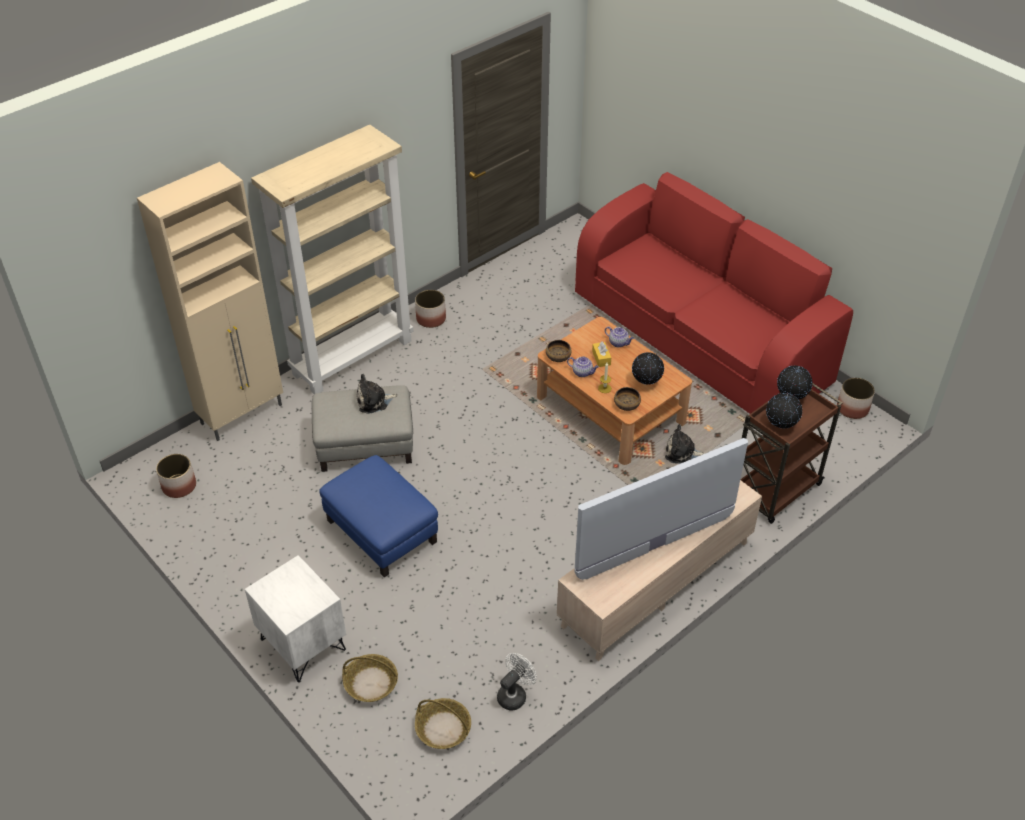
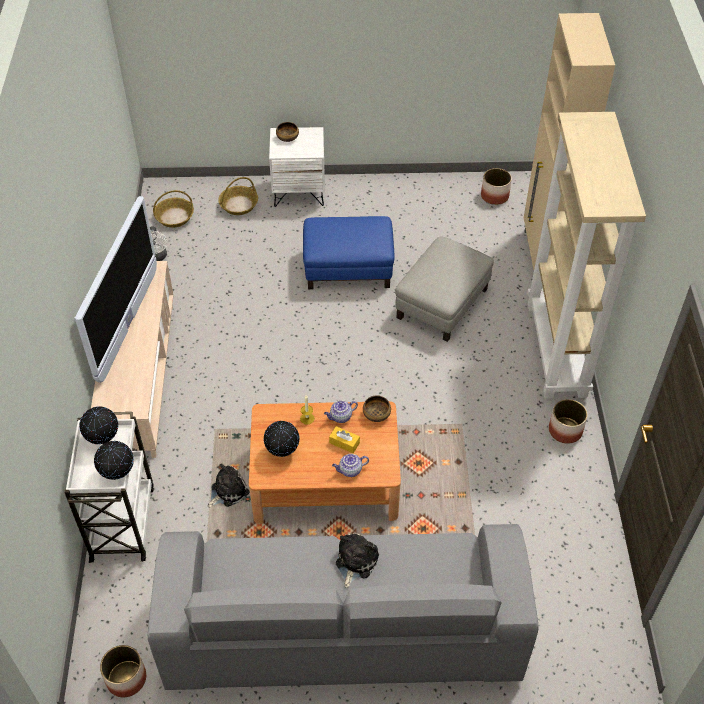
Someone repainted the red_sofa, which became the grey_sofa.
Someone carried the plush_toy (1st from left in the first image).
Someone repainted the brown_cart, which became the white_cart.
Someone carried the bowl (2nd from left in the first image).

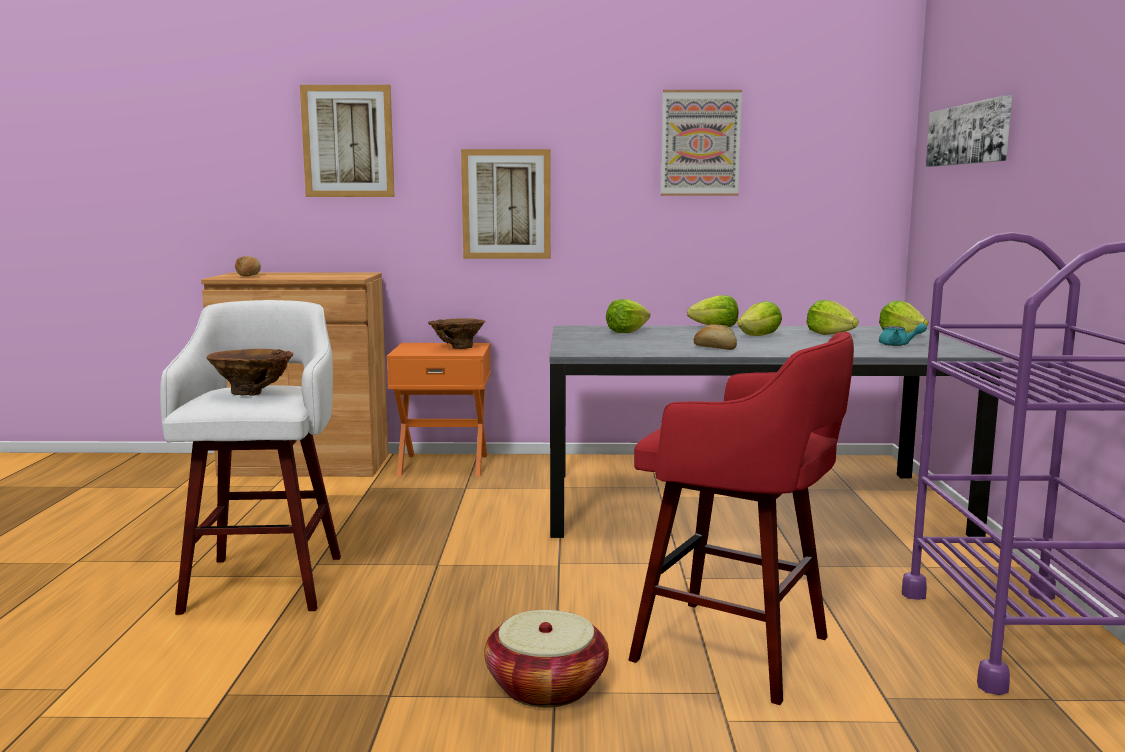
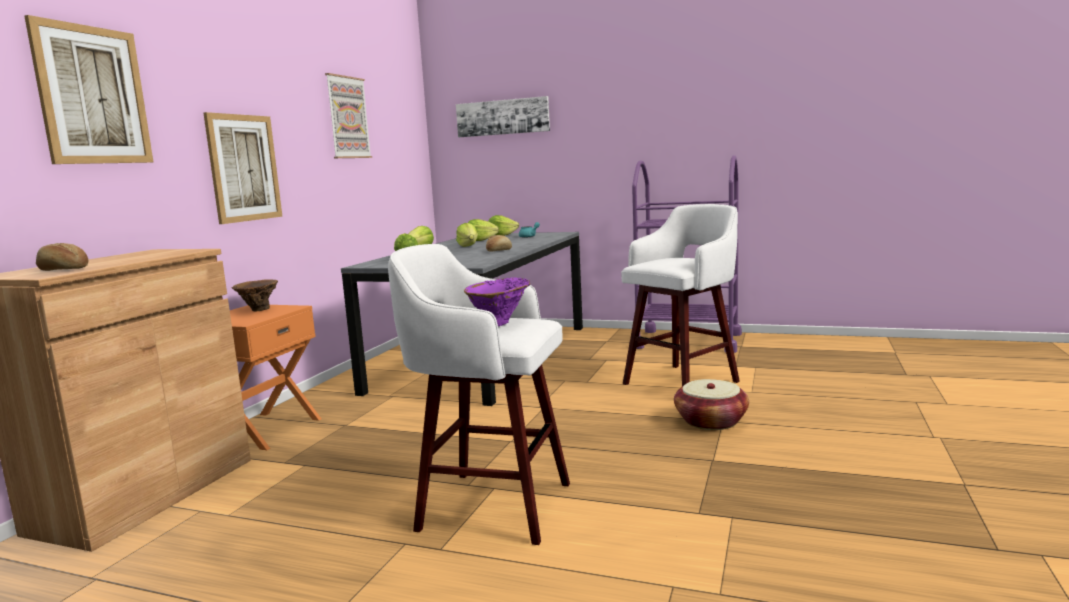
Someone repainted the red_stool, which became the white_stool (2nd from left).
Someone repainted the brown_vase (1st from left), which became the purple_vase.

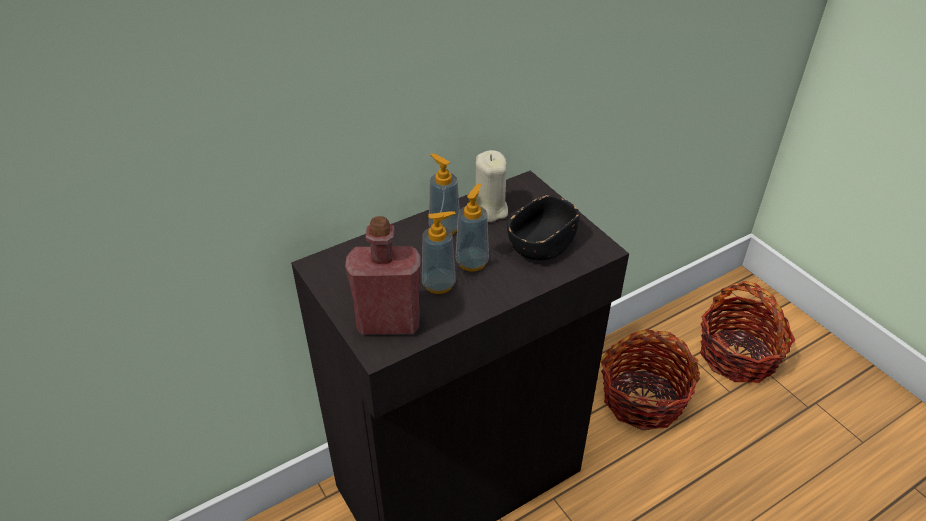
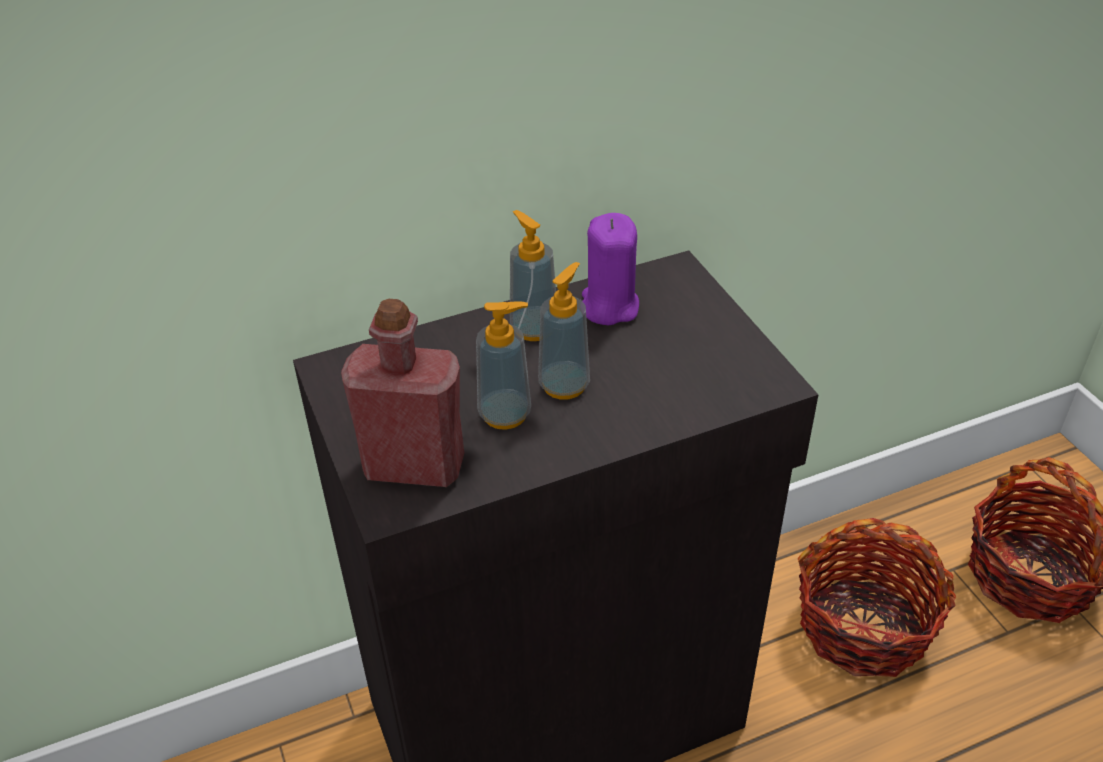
Someone repainted the beige_candle, which became the purple_candle.
Someone took away the black_bowl.

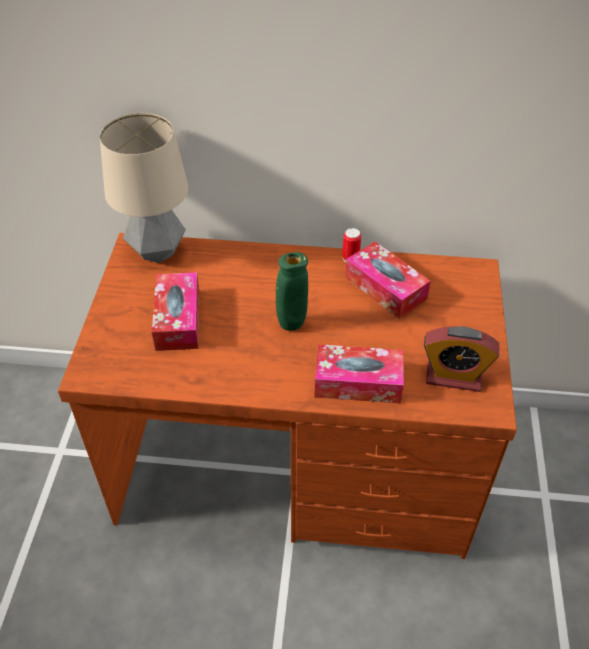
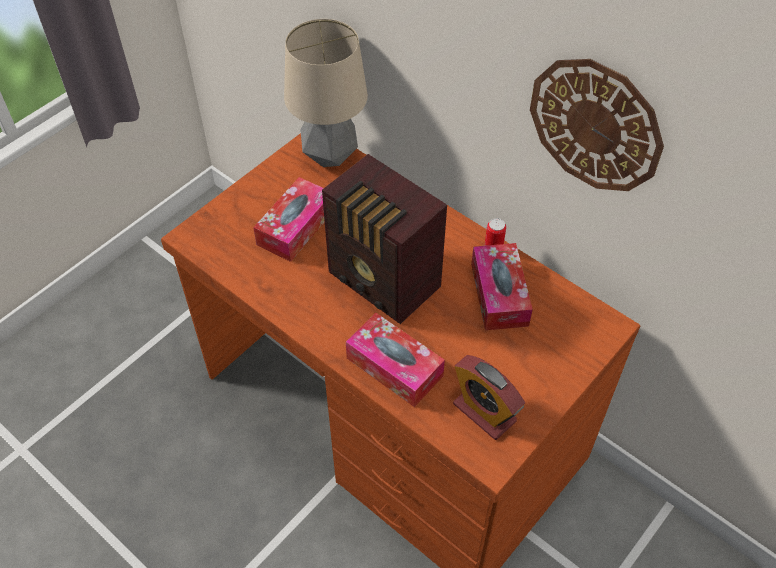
Someone swapped the green_vase for the radio.
Someone put up the wall_clock.

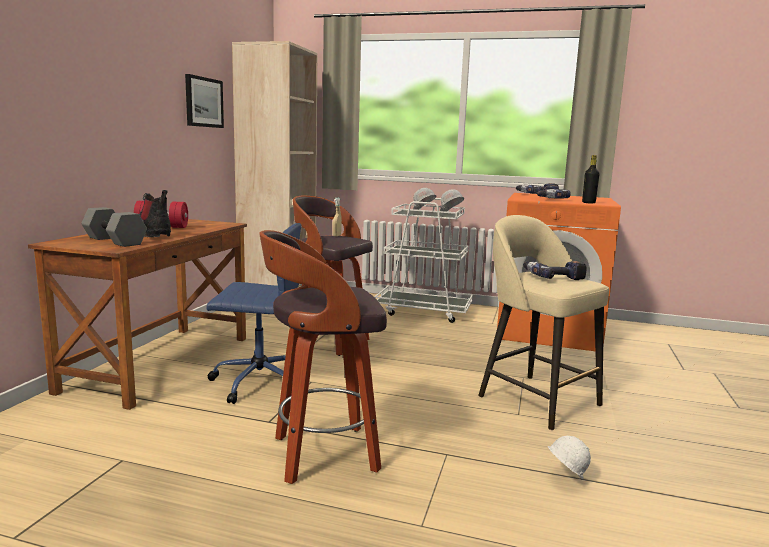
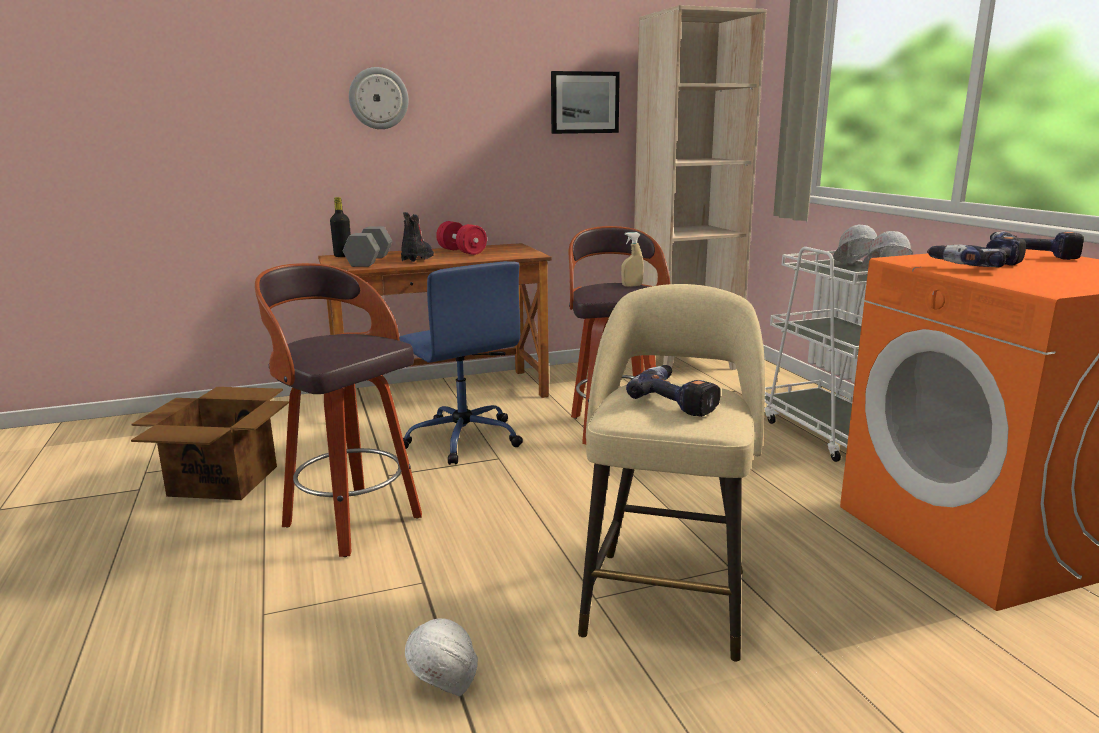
Someone carried the black_bottle.
Someone put up the wall_clock.
Someone put down the cardboard_box.

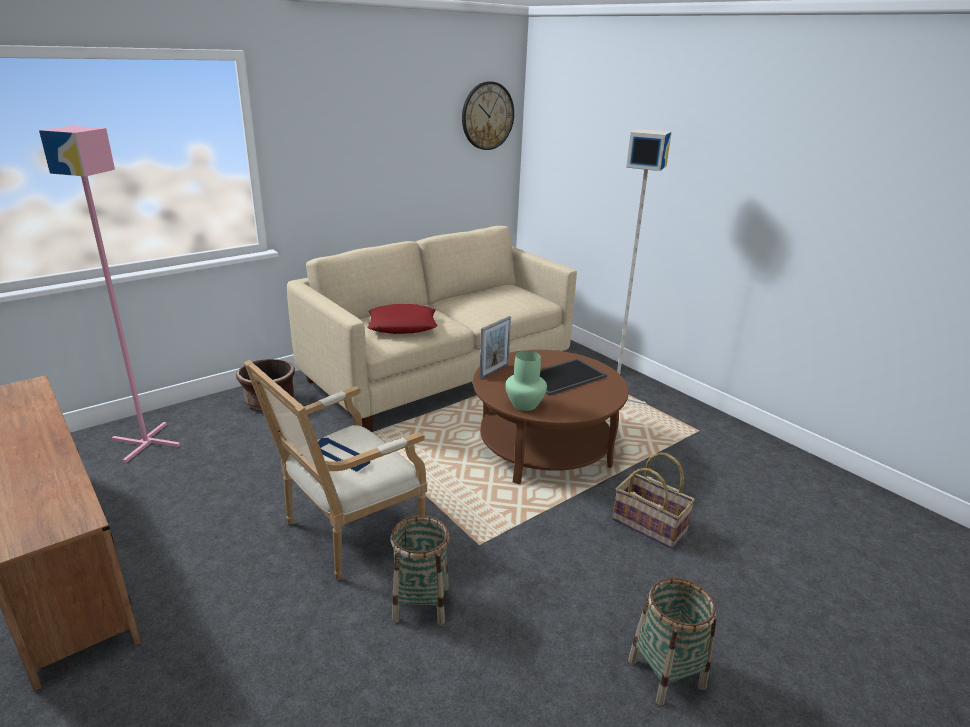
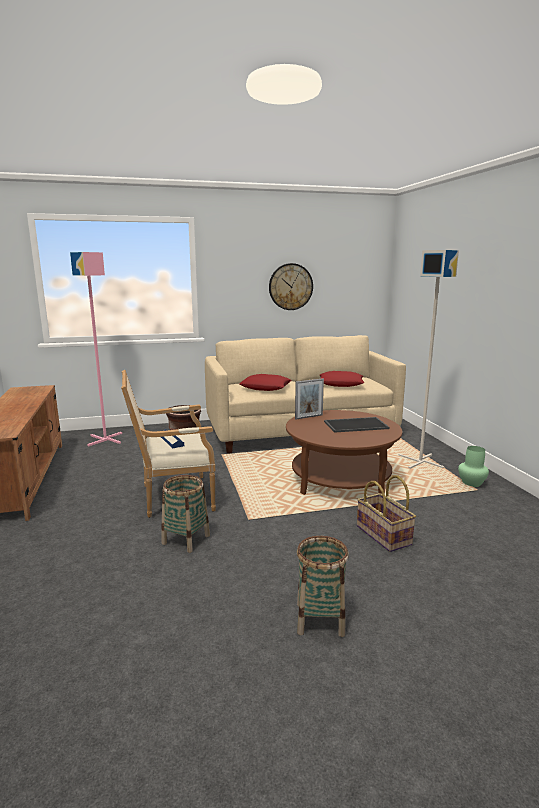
Someone carried the wall_clock.
Someone carried the green_vase.
Someone put down the red_pillow (2nd from left).

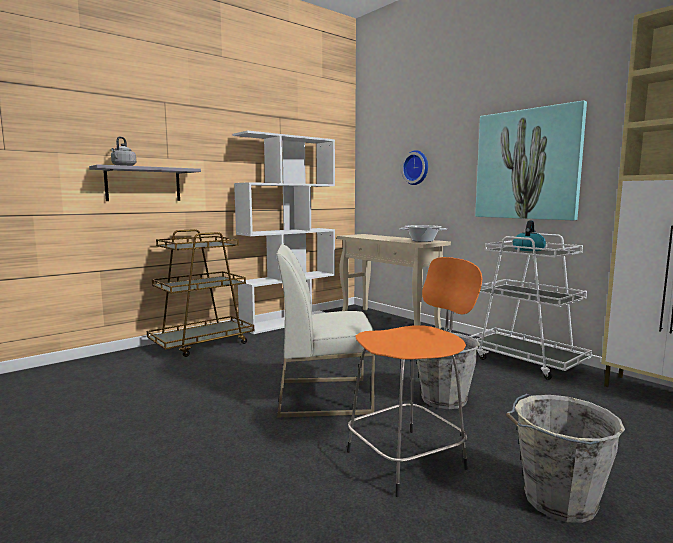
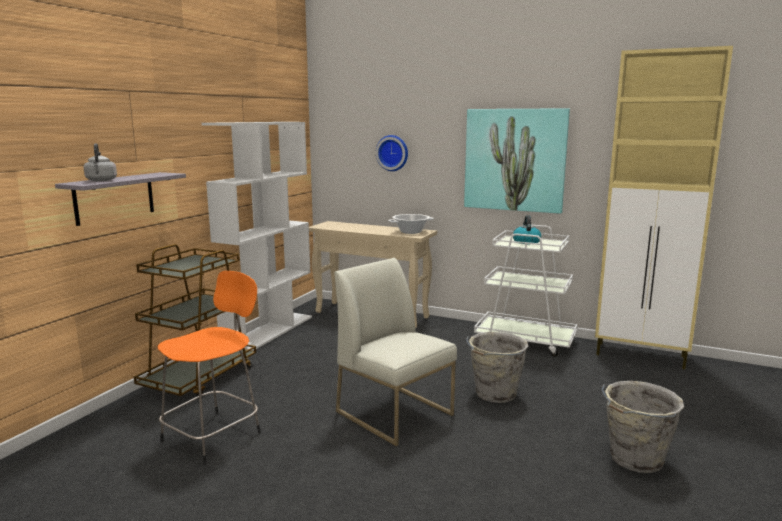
Someone rotated the white_chair by 75 degrees clockwise.
Someone carried the orange_stool.

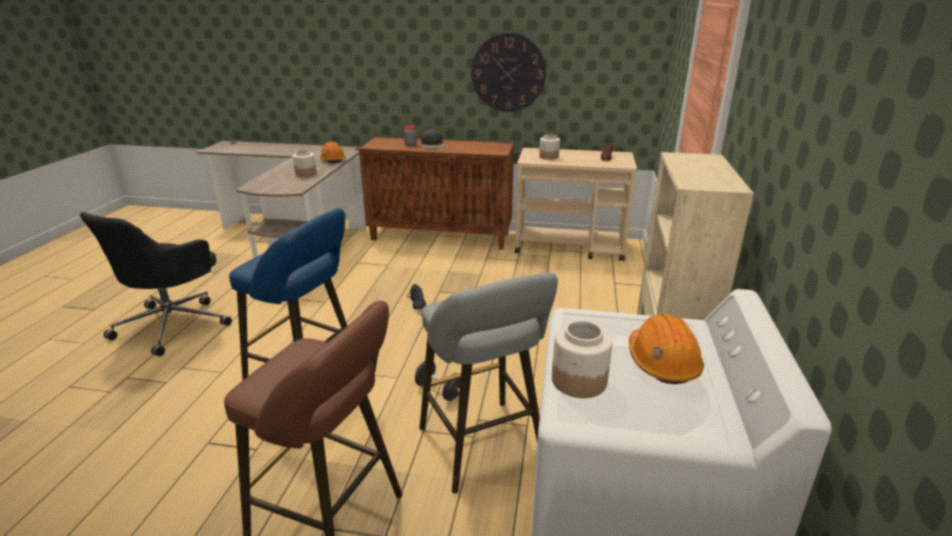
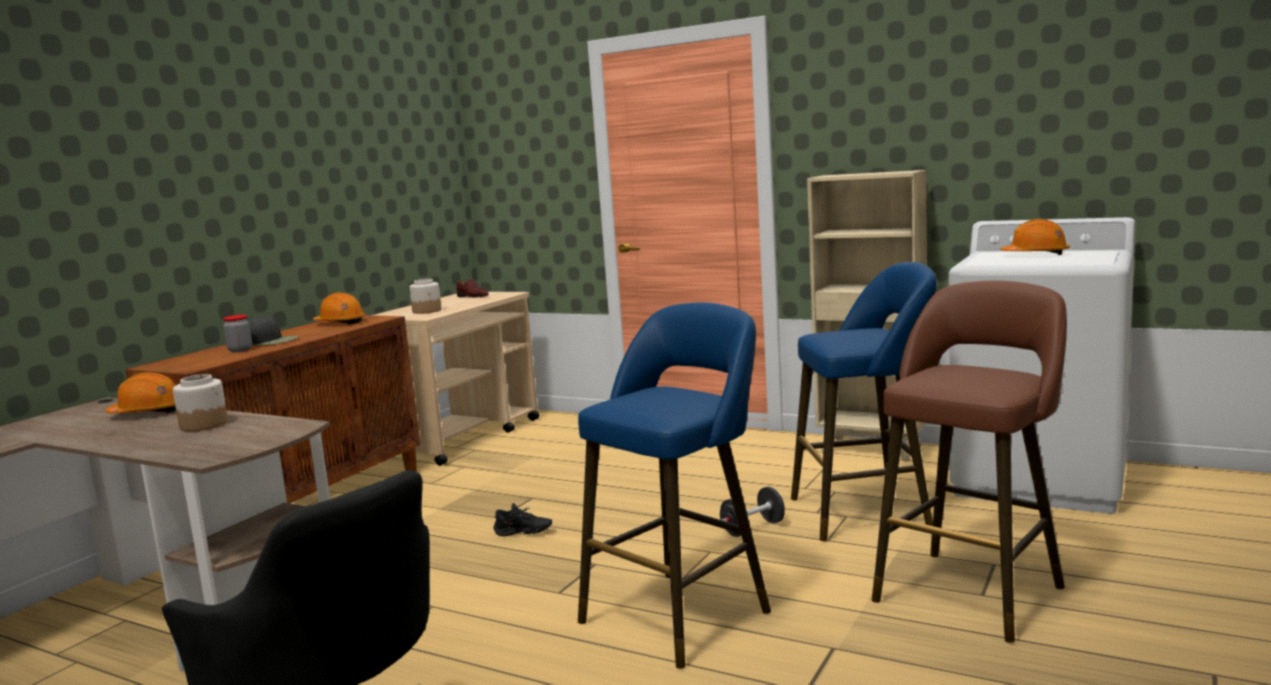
Someone took away the wall_clock.
Someone repainted the grey_stool, which became the blue_stool (2nd from left).
Someone took away the jar (4th from left).
Someone put down the orange_hard_hat (2nd from left).

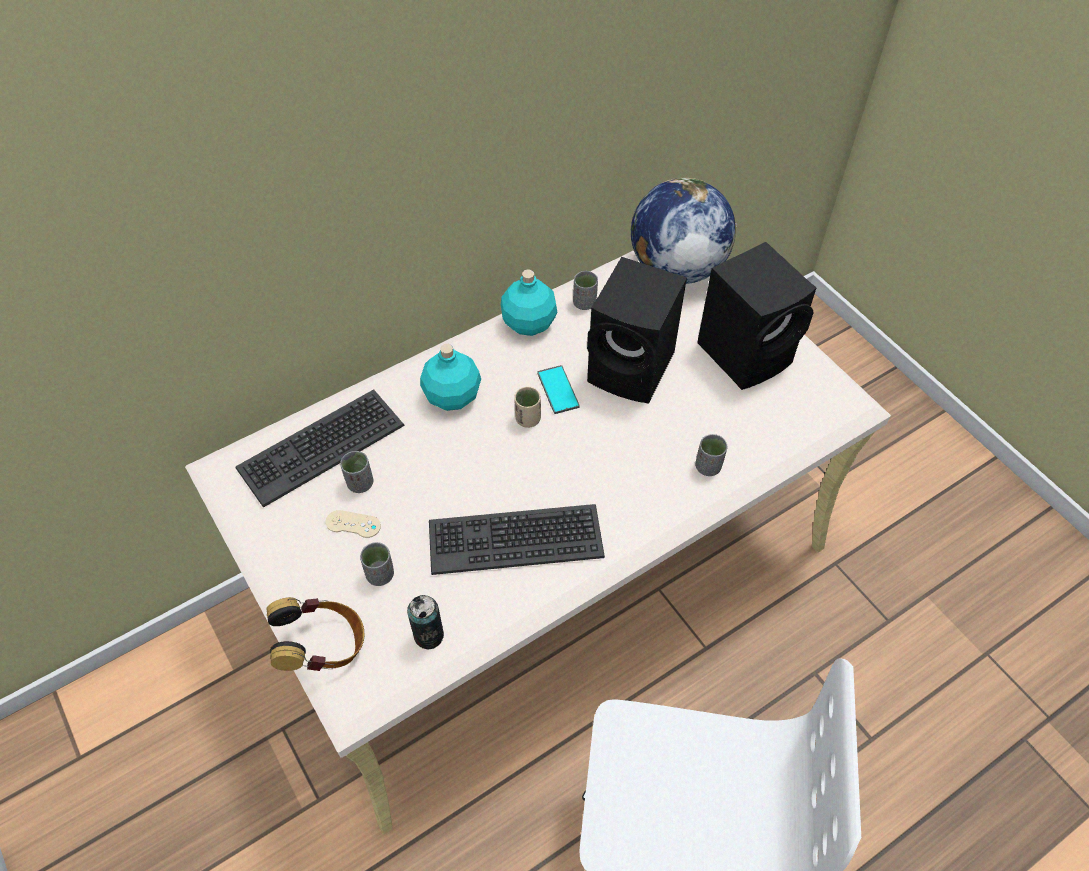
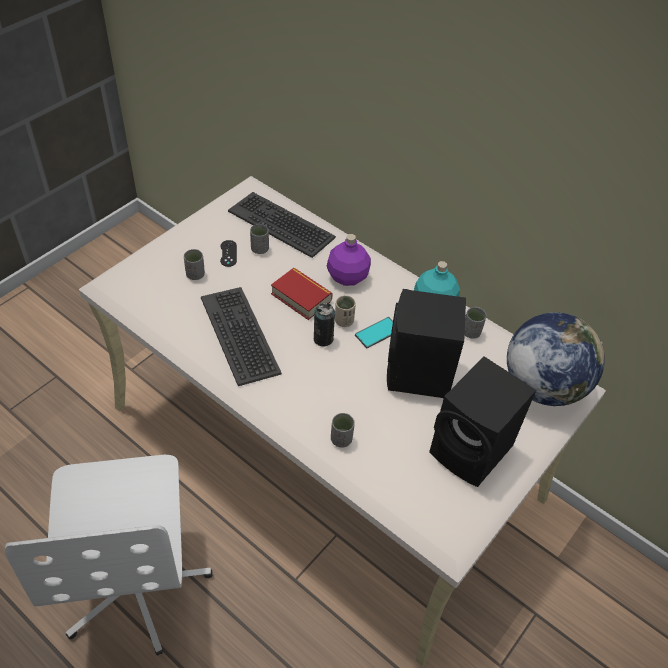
Someone repainted the turquoise_bottle (1st from left), which became the purple_bottle.
Someone repainted the beige_game_controller, which became the black_game_controller.
Someone carried the can.
Someone took away the headphones.
Someone put down the book.

